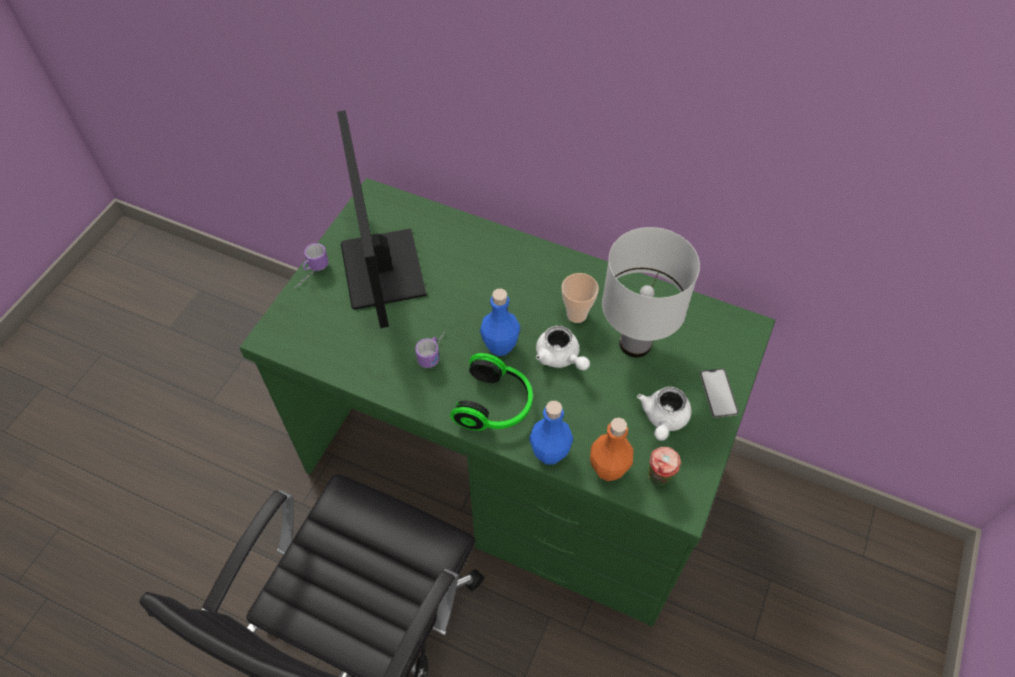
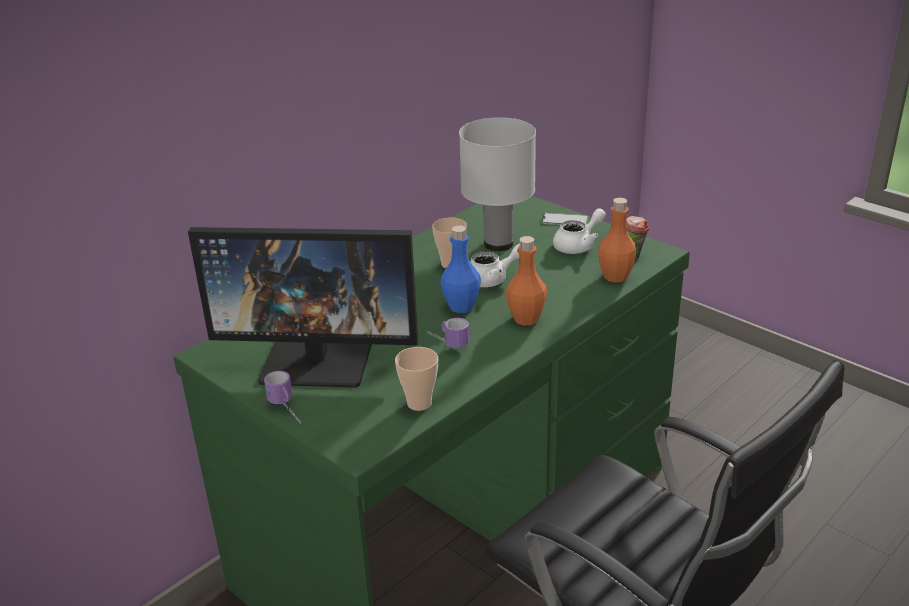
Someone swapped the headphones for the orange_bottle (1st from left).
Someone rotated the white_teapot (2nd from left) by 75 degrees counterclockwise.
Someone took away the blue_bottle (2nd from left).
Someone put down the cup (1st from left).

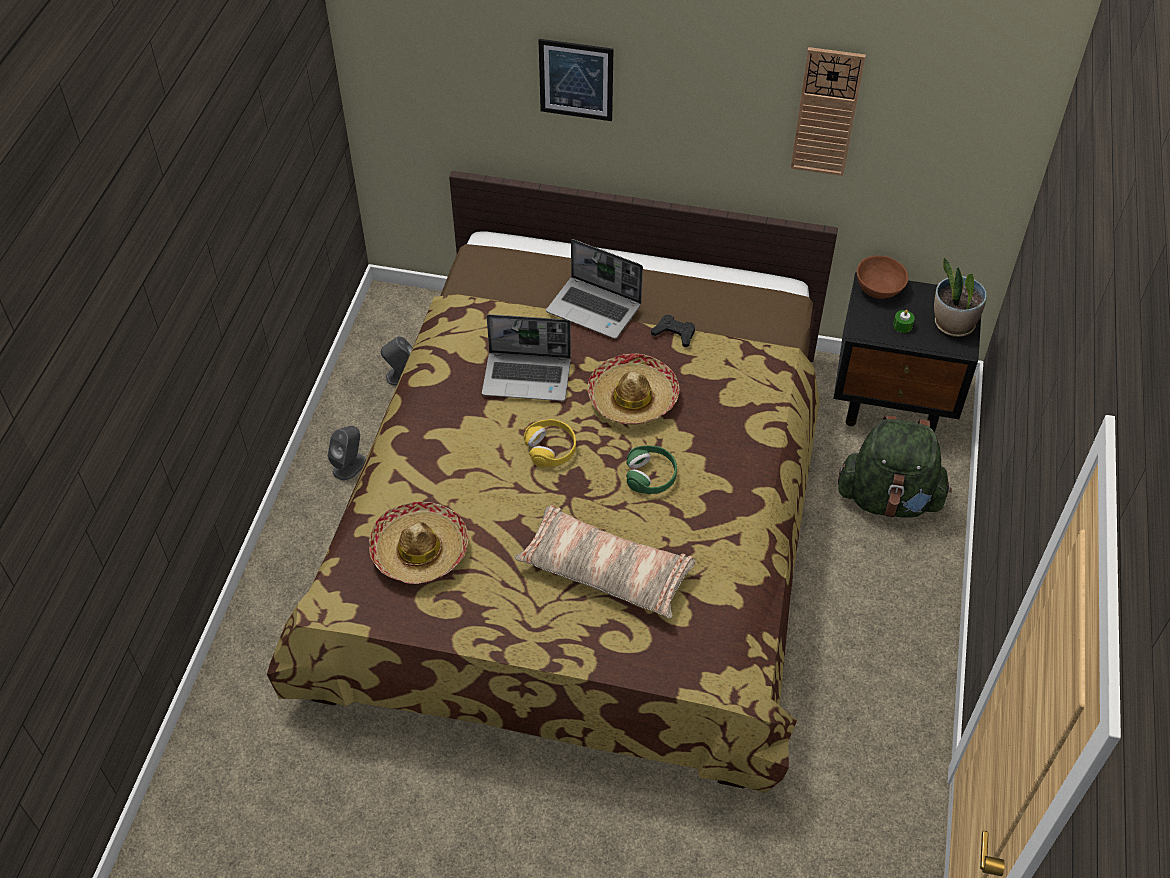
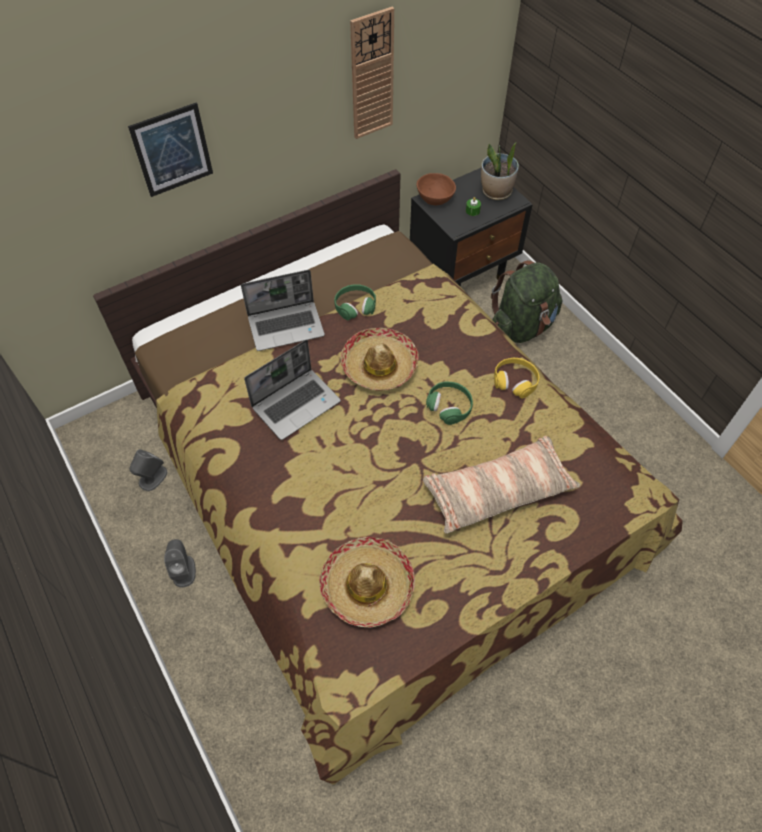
Someone swapped the black_game_controller for the green_headphones (1st from left).
Someone carried the yellow_headphones.

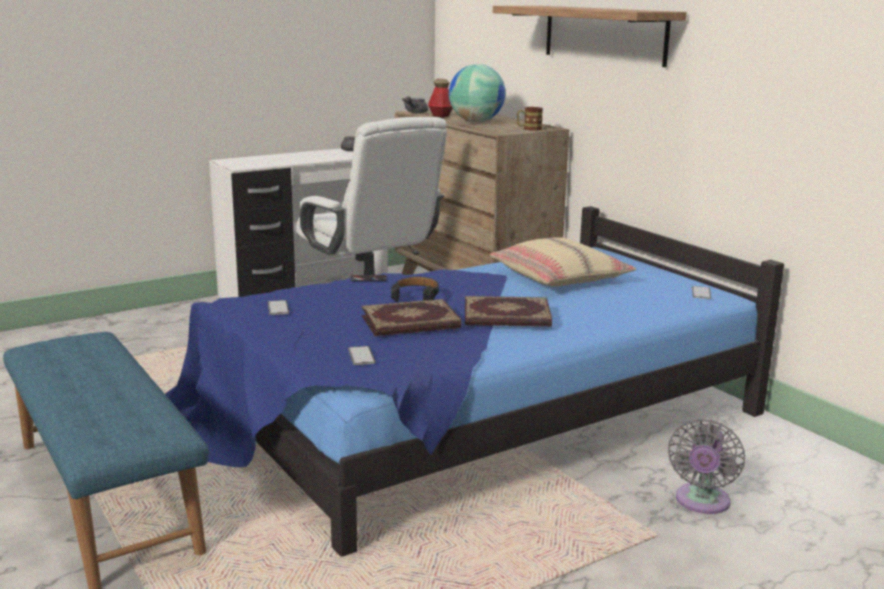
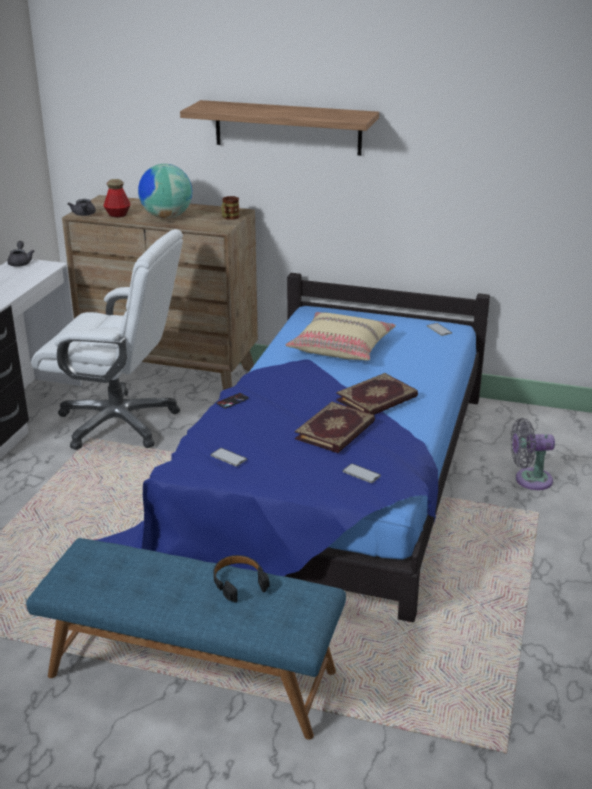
Someone carried the black_headphones.
Someone rotated the grey_fan by 105 degrees clockwise.

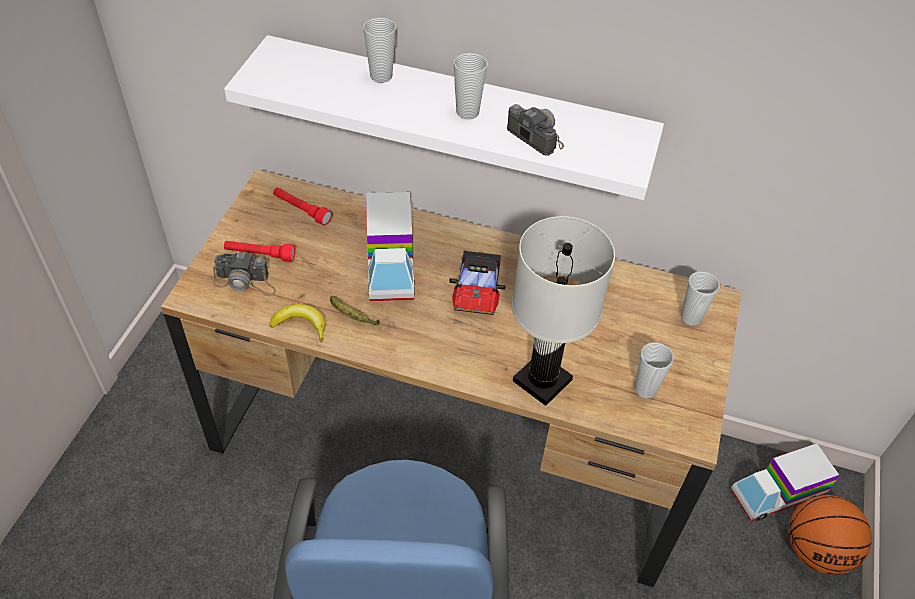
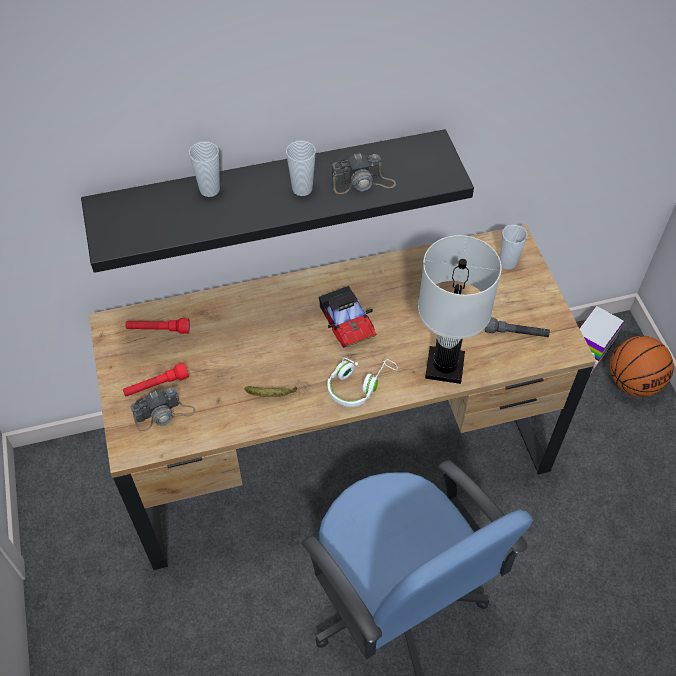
Someone repainted the white_shelf, which became the black_shelf.
Someone rotated the photo_camera (2nd from left) by 150 degrees clockwise.
Someone took away the toy_truck (1st from left).
Someone took away the banana (1st from left).
Someone swapped the cup (3rd from left) for the grey_flashlight.
Someone put down the white_headphones.

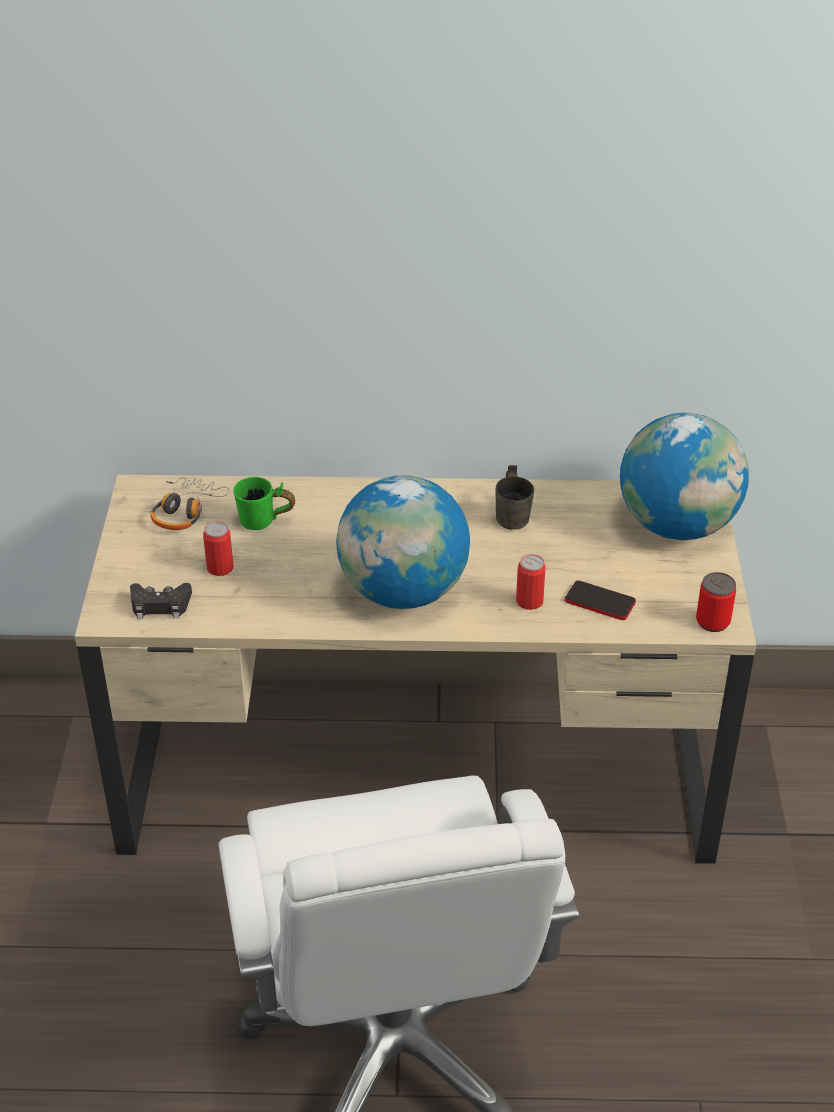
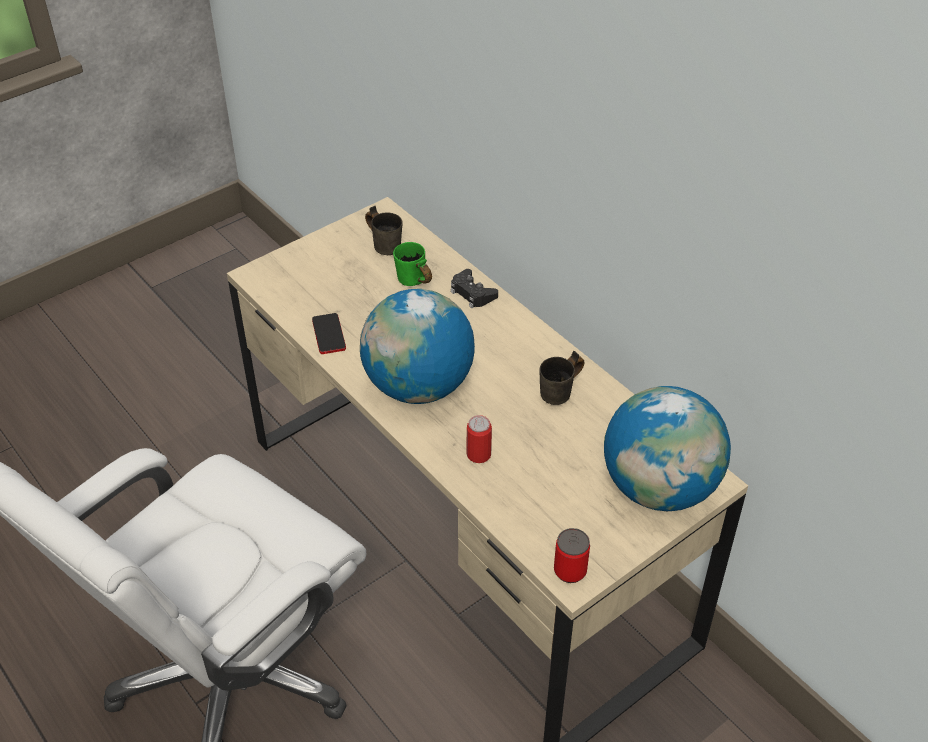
Someone swapped the headphones for the grey_mug (1st from left).
Someone took away the can (1st from left).
Someone carried the phone.
Someone carried the black_game_controller.

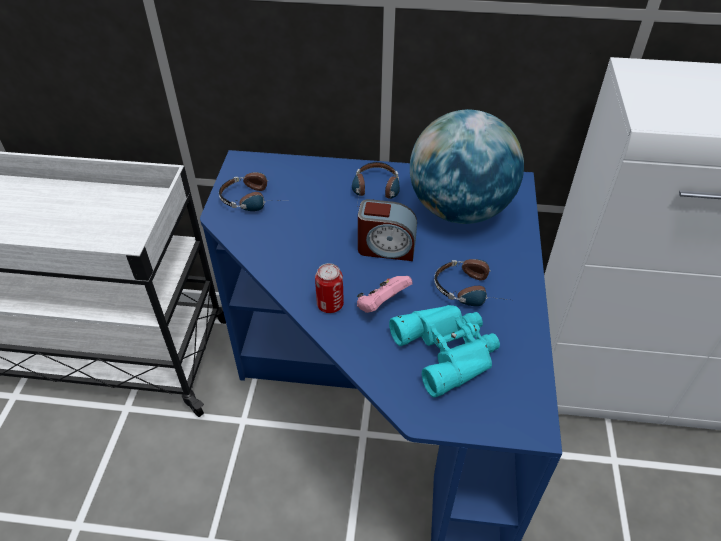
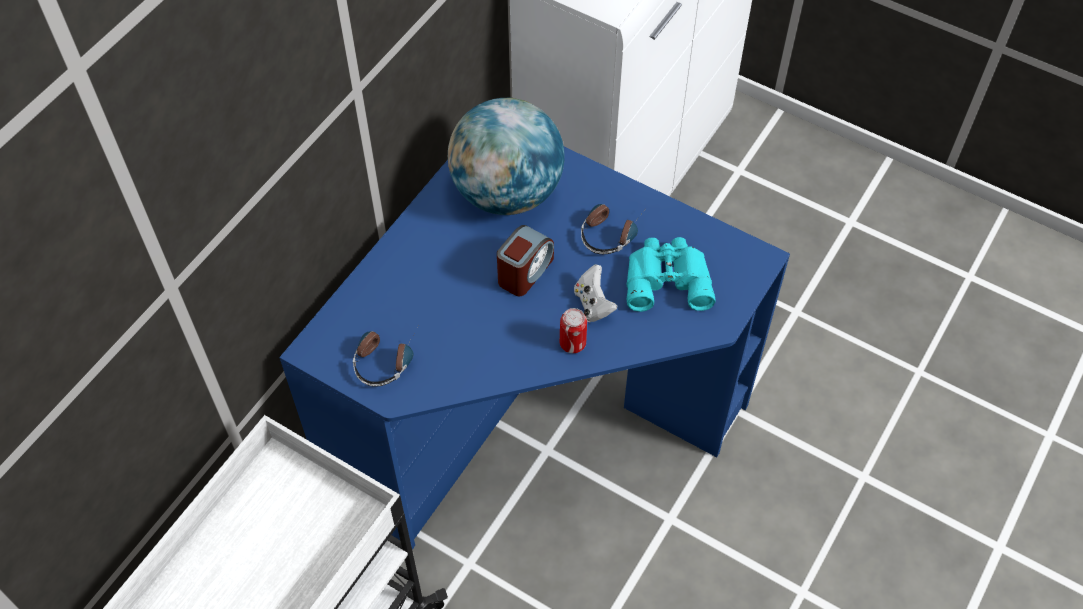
Someone took away the headphones (2nd from left).
Someone repainted the pink_game_controller, which became the white_game_controller.

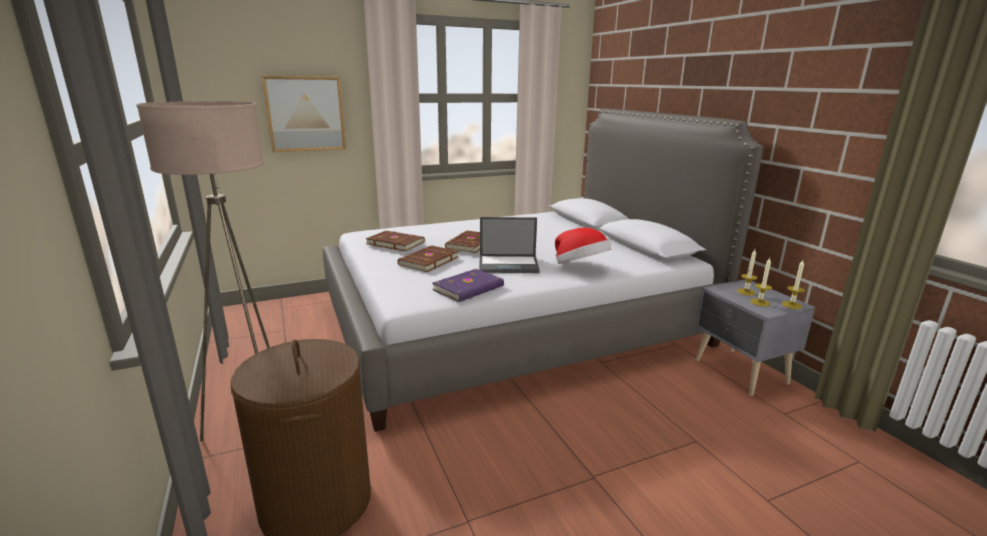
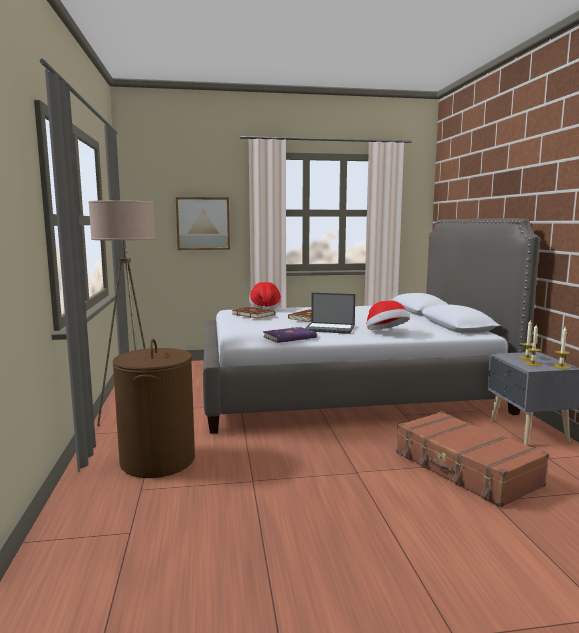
Someone took away the brown_book (2nd from left).
Someone put down the hat (1st from left).
Someone put down the brown_suitcase.

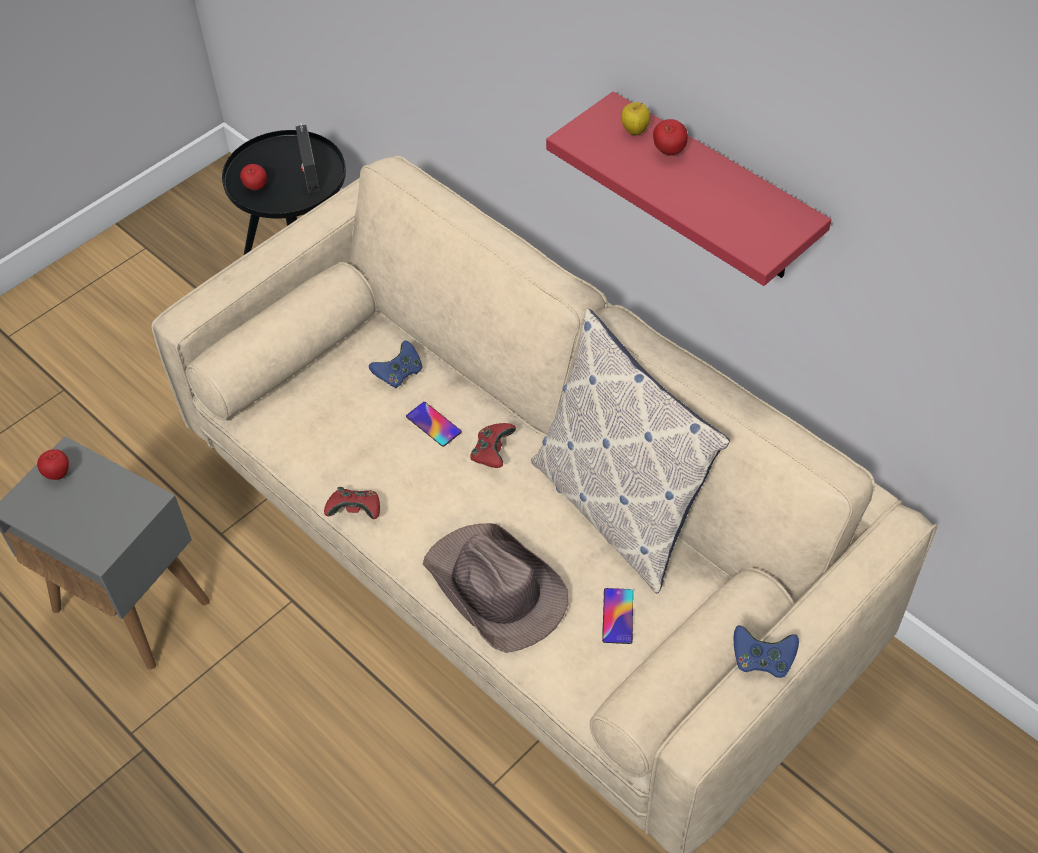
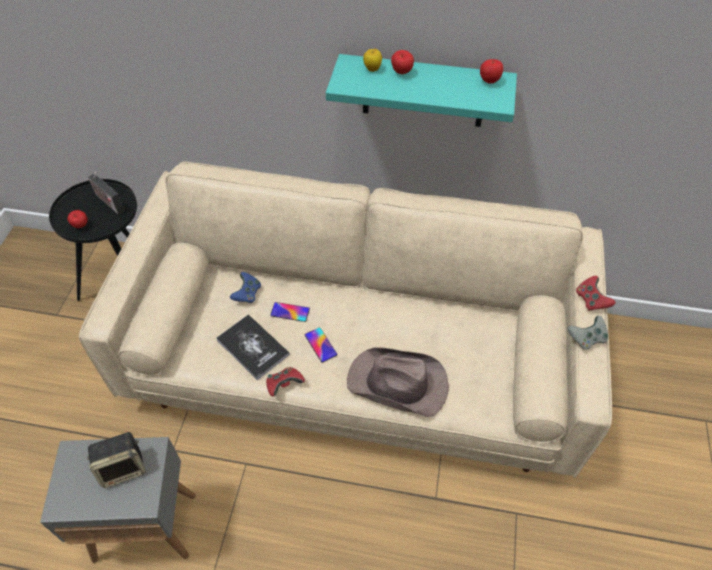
Someone repainted the red_shelf, which became the turquoise_shelf.
Someone took away the pillow.
Someone carried the red_game_controller (2nd from left).
Someone carried the apple (1st from left in the first image).
Someone carried the phone (2nd from left).
Someone repainted the blue_game_controller (2nd from left), which became the grey_game_controller.
Someone put down the book.
Someone put down the speaker.

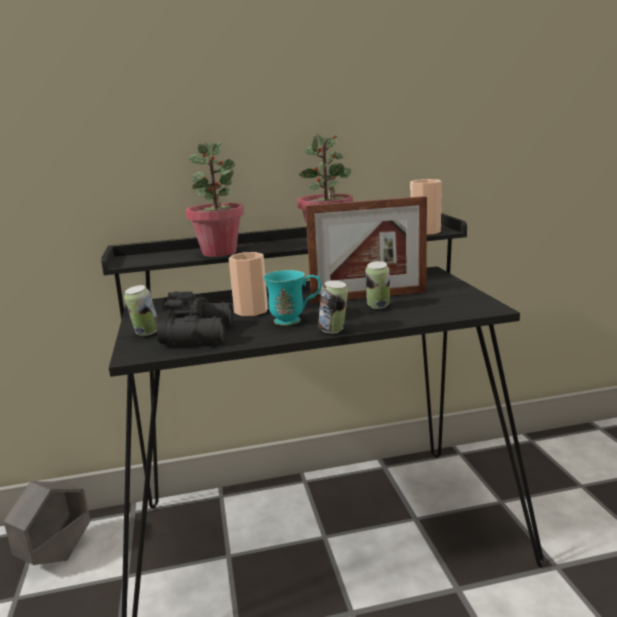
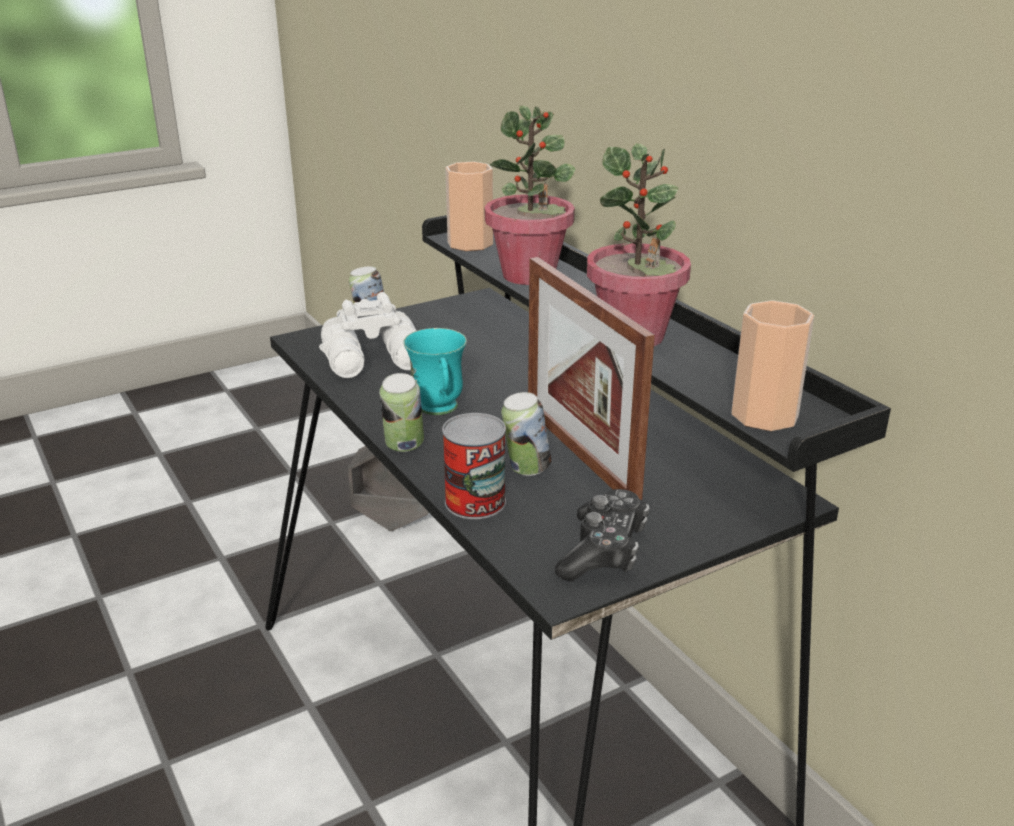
Someone carried the cup (1st from left).
Someone repainted the black_binoculars, which became the white_binoculars.
Someone put down the can (3rd from left).
Someone put down the game_controller.

